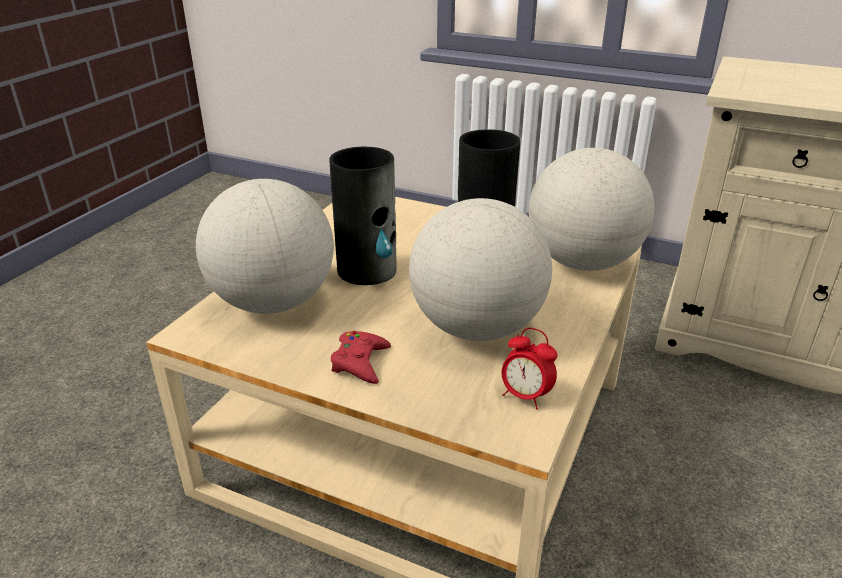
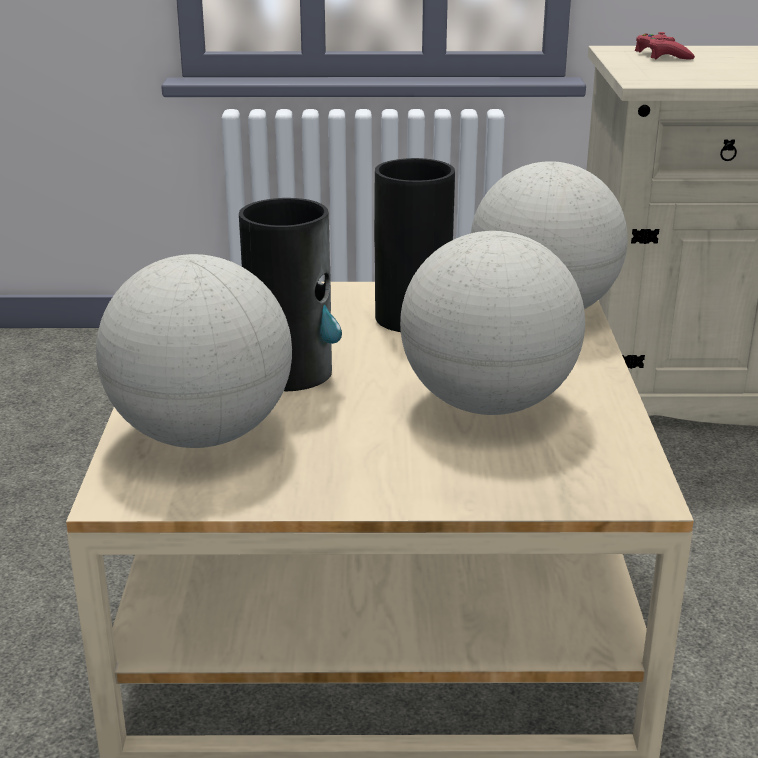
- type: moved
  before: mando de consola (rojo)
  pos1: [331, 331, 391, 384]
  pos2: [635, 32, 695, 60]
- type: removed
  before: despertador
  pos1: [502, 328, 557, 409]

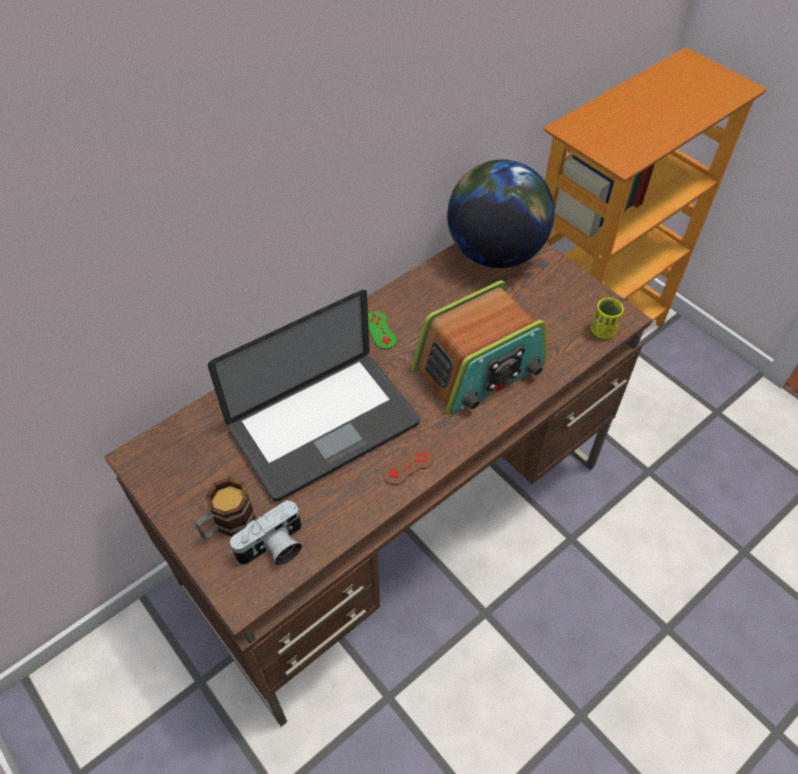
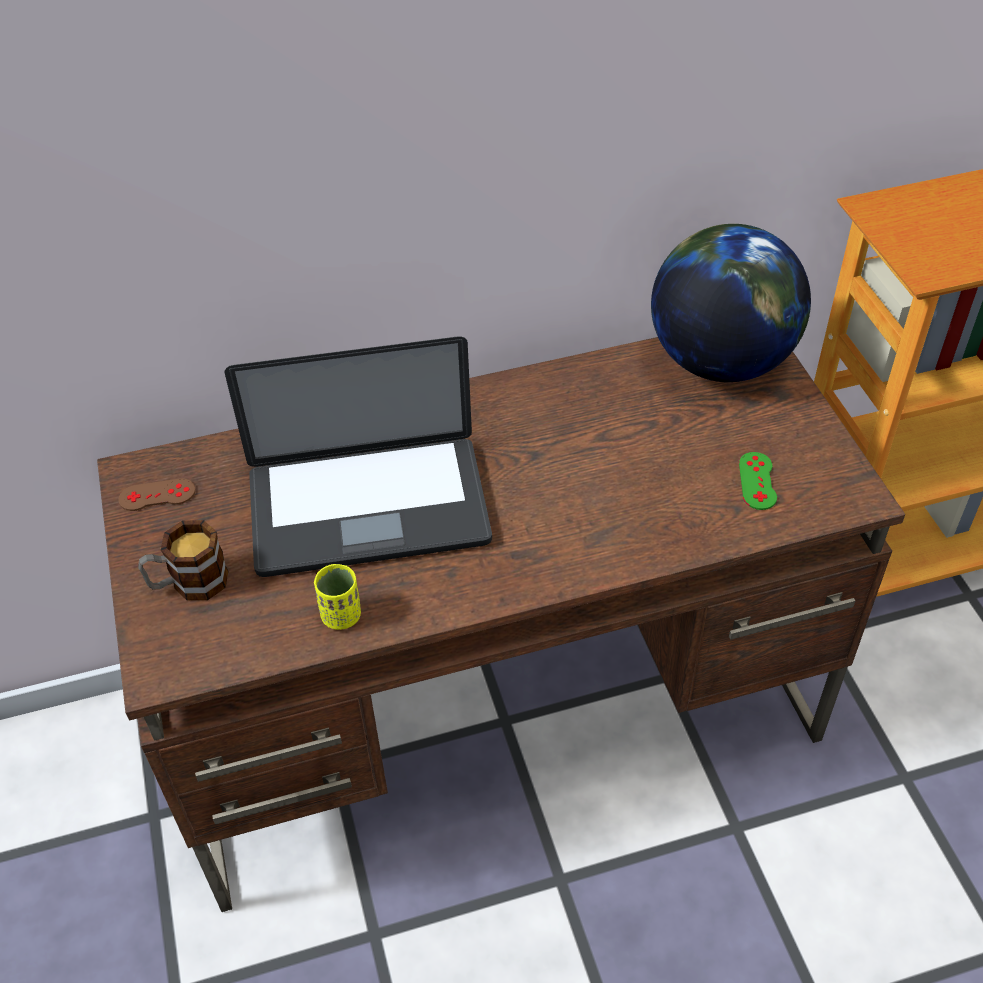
- type: removed
  before: cámara
  pos1: [230, 500, 302, 566]
- type: moved
  before: mando de consola (verde)
  pos1: [368, 311, 397, 349]
  pos2: [739, 452, 777, 510]
- type: moved
  before: mando de consola (marrón)
  pos1: [382, 447, 434, 485]
  pos2: [118, 478, 196, 511]
- type: removed
  before: radio
  pos1: [411, 280, 547, 415]
- type: moved
  before: taza (amarillo)
  pos1: [591, 298, 624, 339]
  pos2: [314, 564, 361, 630]

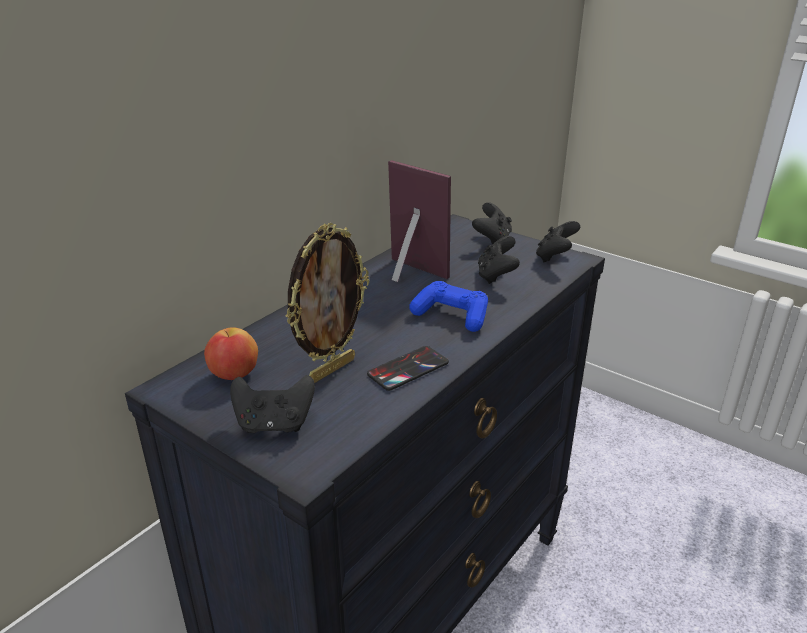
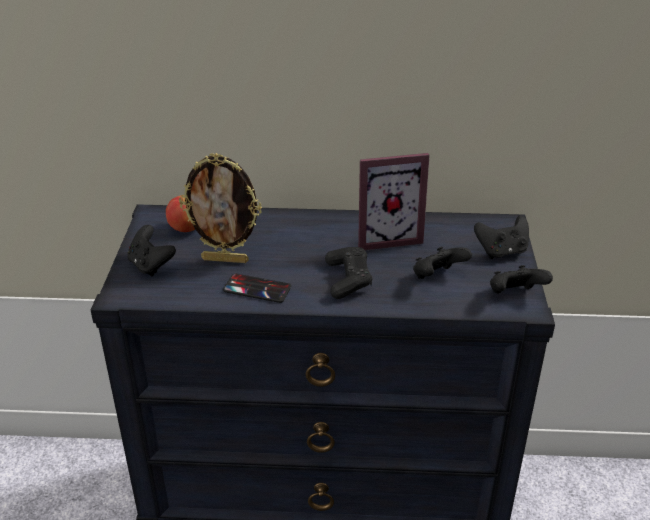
- type: turned
  before: portarretratos
  pos1: [388, 160, 451, 282]
  pos2: [358, 153, 430, 250]
  turn: 75
- type: recoloured
  before: mando de consola (azul)
  after: mando de consola (negro)
  pos1: [410, 281, 488, 332]
  pos2: [325, 247, 373, 299]

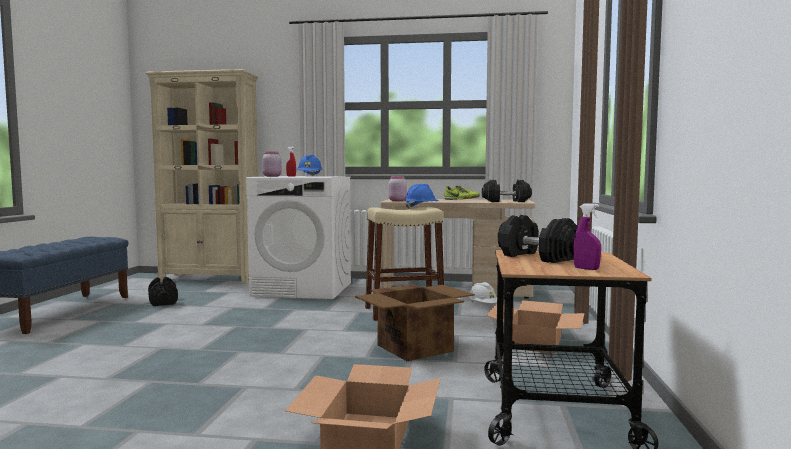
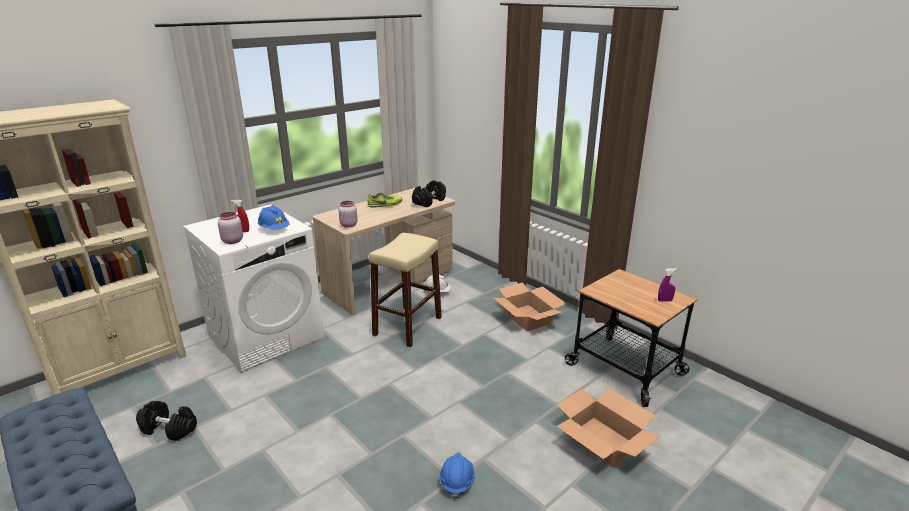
- type: removed
  before: caja de cartón
  pos1: [355, 285, 475, 361]
- type: moved
  before: casco (azul)
  pos1: [404, 184, 439, 209]
  pos2: [440, 453, 475, 499]
- type: removed
  before: mancuerna (negro)
  pos1: [498, 215, 578, 263]

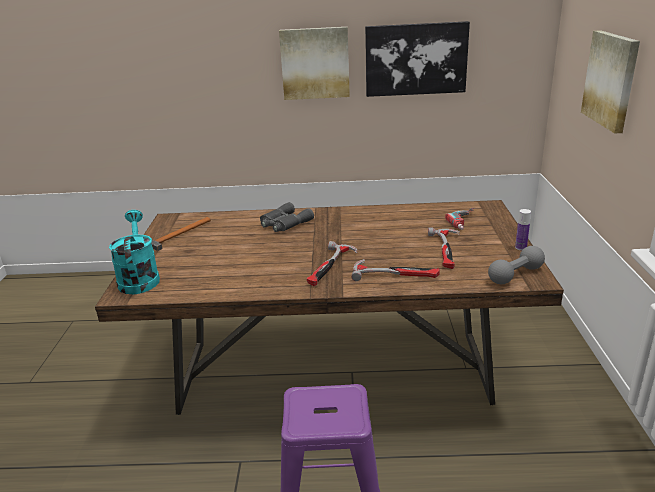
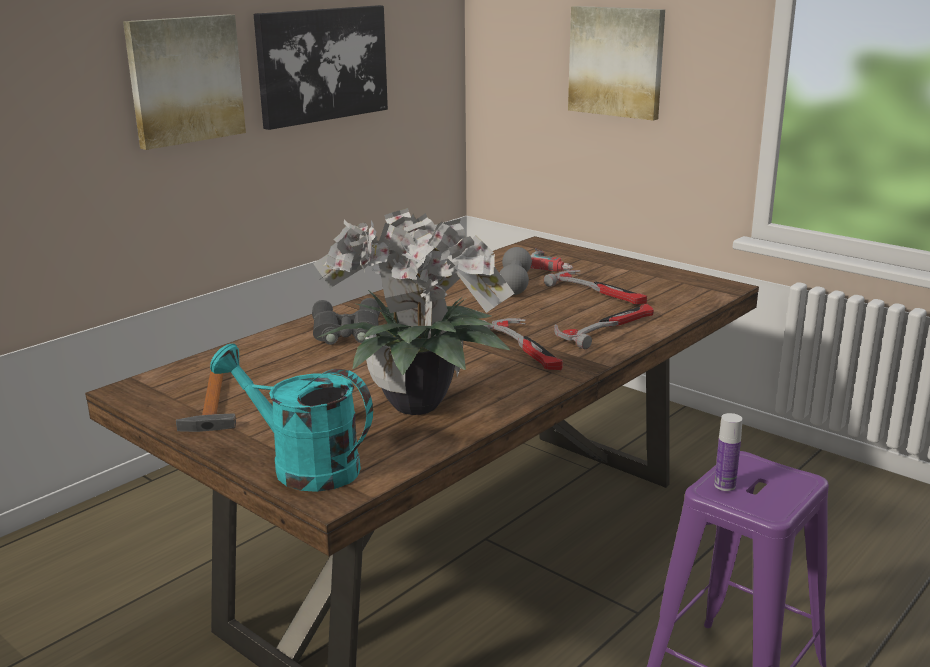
- type: moved
  before: mancuerna (gris)
  pos1: [488, 246, 545, 284]
  pos2: [499, 247, 532, 295]
- type: moved
  before: botella
  pos1: [515, 209, 531, 250]
  pos2: [714, 413, 743, 491]
- type: added
  after: planta en maceta
  pos2: [313, 208, 515, 415]

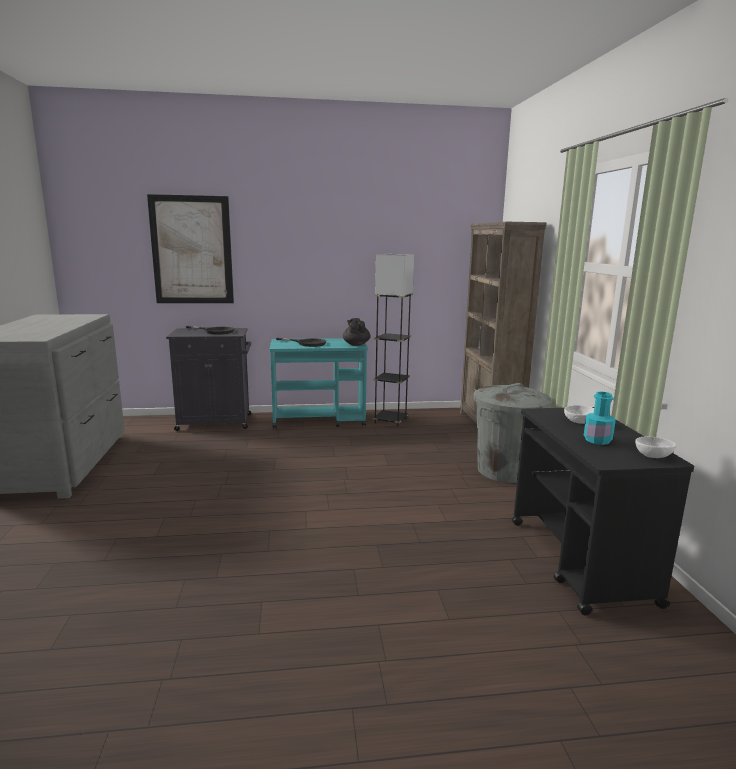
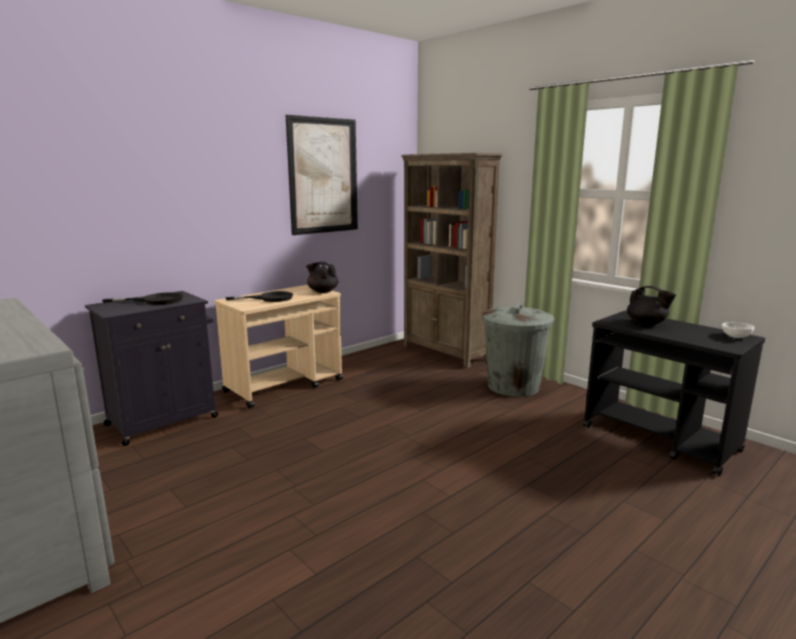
- type: moved
  before: cuadro
  pos1: [147, 194, 234, 303]
  pos2: [286, 115, 358, 235]
- type: recoloured
  before: carrito (turquesa)
  after: carrito (beis)
  pos1: [270, 338, 368, 429]
  pos2: [214, 285, 343, 408]
- type: removed
  before: lámpara de pie (gris)
  pos1: [373, 254, 414, 427]
- type: replaced
  before: cuenco (blanco)
  after: tetera (negro)
  pos1: [564, 405, 594, 424]
  pos2: [627, 286, 676, 325]
- type: removed
  before: botella (turquesa)
  pos1: [584, 391, 616, 445]

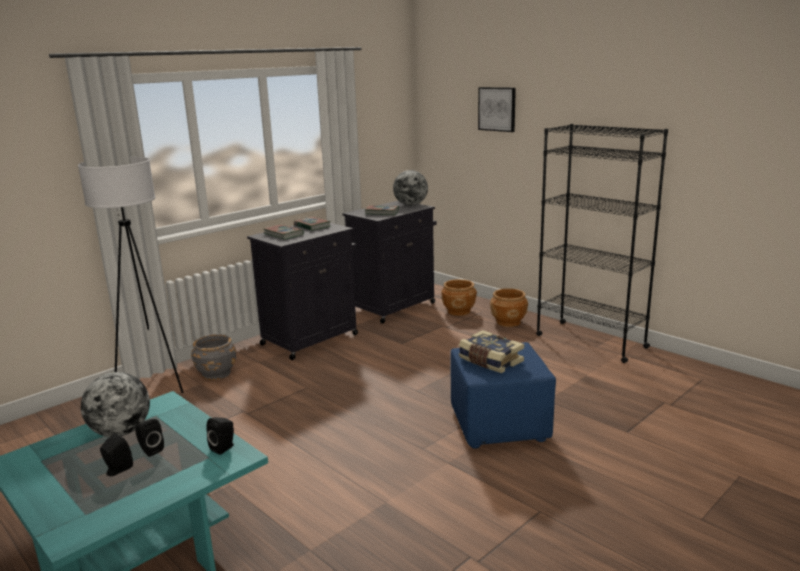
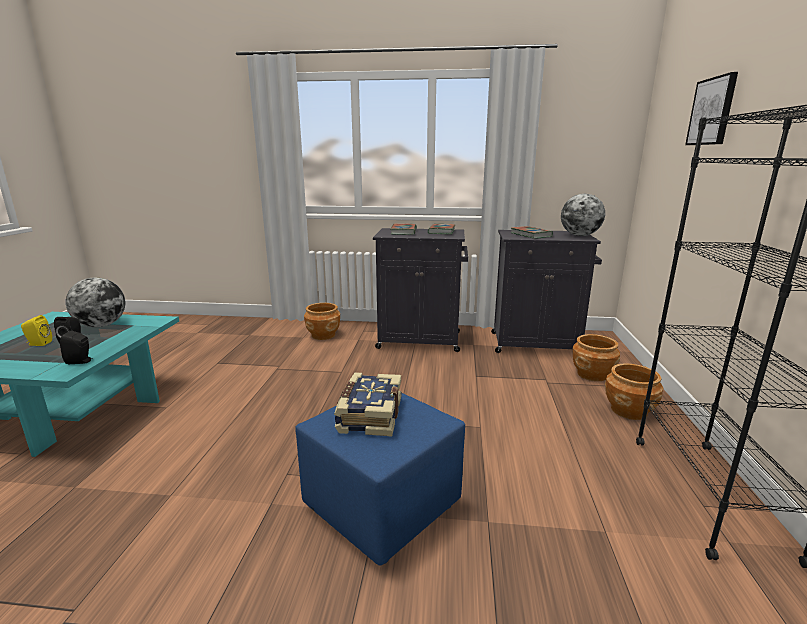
- type: removed
  before: lámpara de pie (blanco)
  pos1: [78, 157, 184, 393]
- type: recoloured
  before: altavoz (negro)
  after: altavoz (amarillo)
  pos1: [100, 433, 133, 476]
  pos2: [21, 315, 52, 346]
- type: recoloured
  before: maceta (gris)
  after: maceta (marrón)
  pos1: [191, 334, 236, 380]
  pos2: [304, 303, 340, 340]

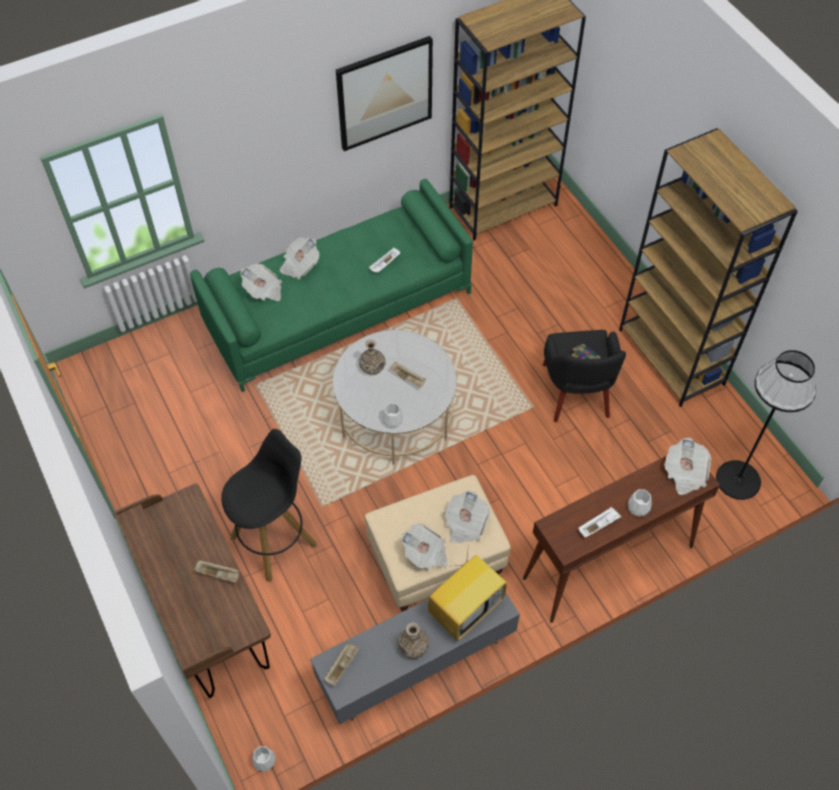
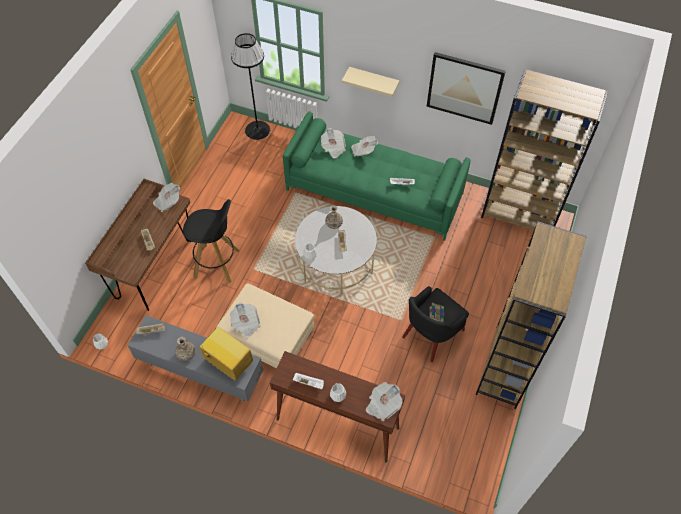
- type: turned
  before: televisor
  pos1: [428, 543, 507, 640]
  pos2: [200, 327, 253, 380]
  turn: -150
- type: moved
  before: periódico
  pos1: [444, 491, 490, 543]
  pos2: [153, 183, 180, 212]
- type: moved
  before: lámpara de pie (negro)
  pos1: [716, 350, 816, 500]
  pos2: [231, 33, 270, 140]
- type: added
  after: estante (beis)
  pos2: [342, 67, 399, 97]

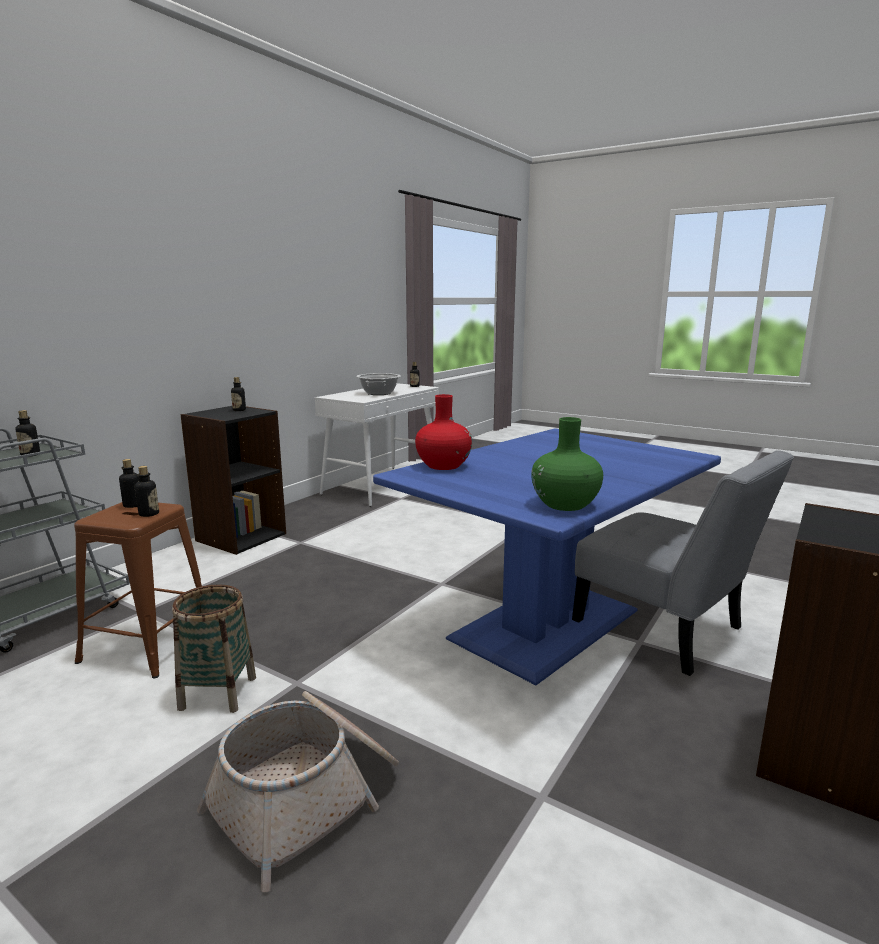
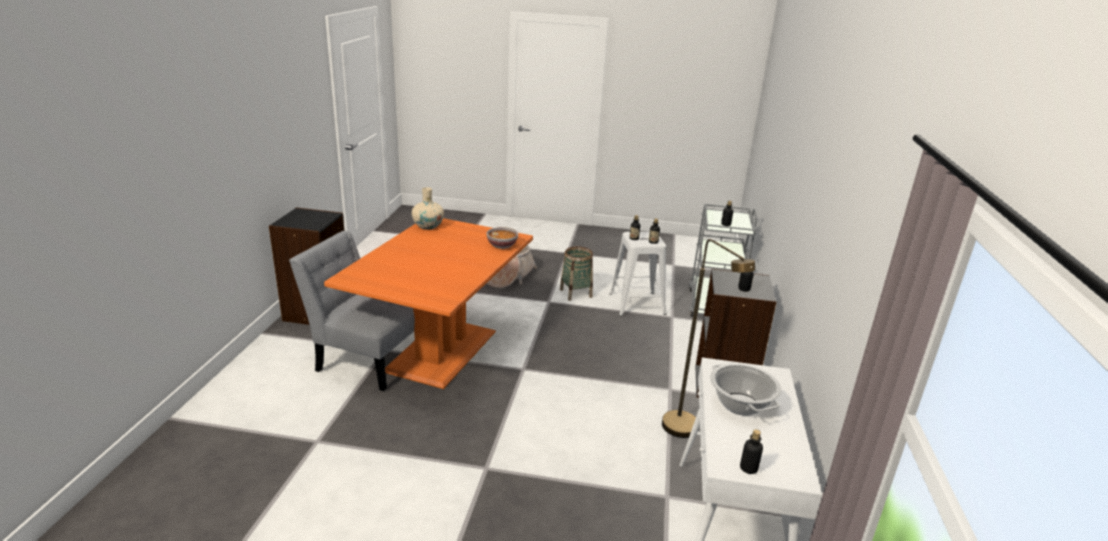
- type: recoloured
  before: taburete (marrón)
  after: taburete (blanco)
  pos1: [74, 502, 202, 678]
  pos2: [609, 232, 666, 316]
- type: recoloured
  before: mesa de comedor (azul)
  after: mesa de comedor (naranja)
  pos1: [373, 428, 721, 685]
  pos2: [324, 218, 533, 389]
- type: replaced
  before: florero (rojo)
  after: cuenco
  pos1: [415, 394, 472, 470]
  pos2: [486, 227, 518, 249]
- type: recoloured
  before: florero (verde)
  after: florero (beis)
  pos1: [531, 417, 603, 511]
  pos2: [412, 187, 444, 230]
- type: added
  after: lámpara de pie (marrón)
  pos2: [662, 239, 755, 438]

